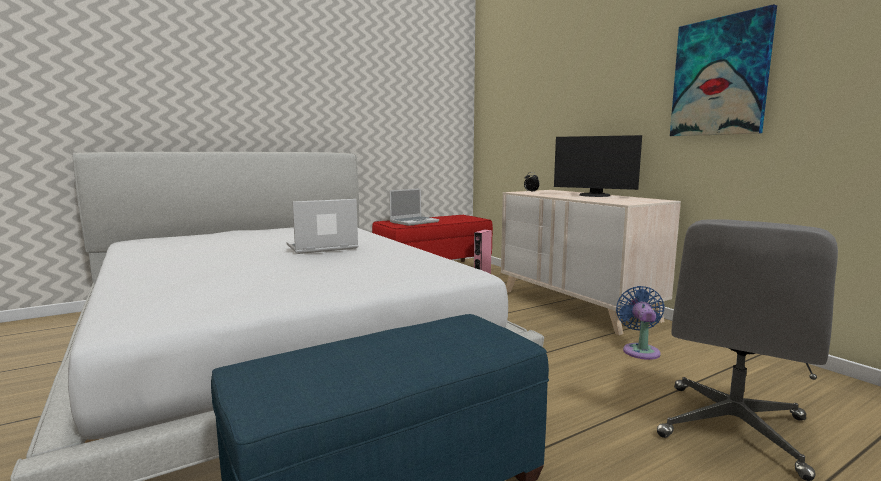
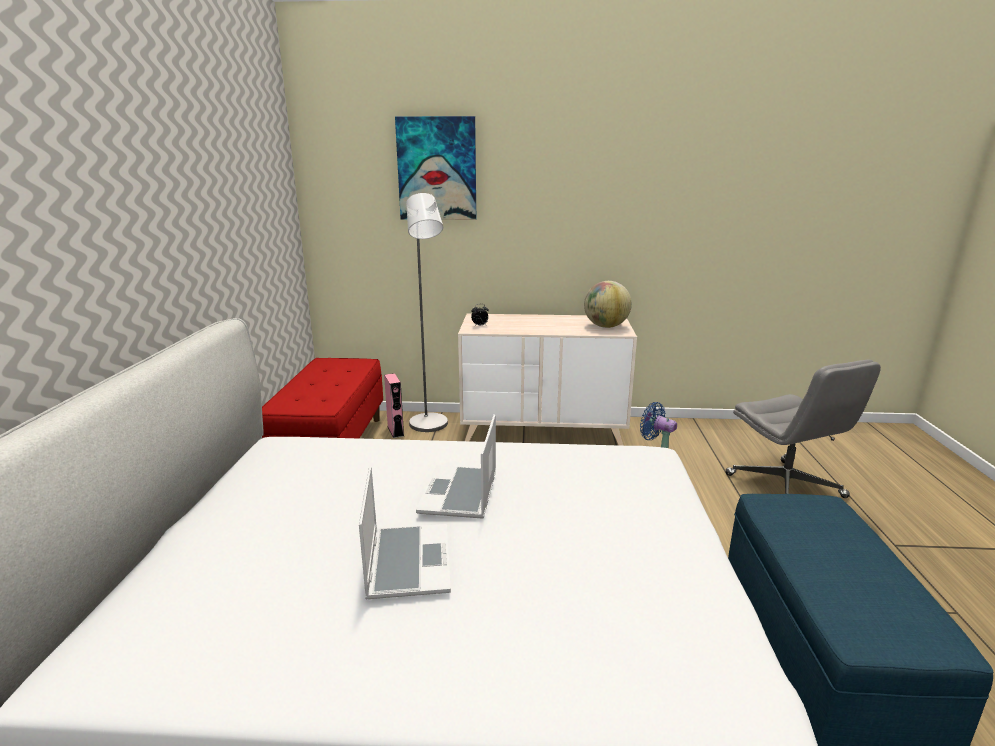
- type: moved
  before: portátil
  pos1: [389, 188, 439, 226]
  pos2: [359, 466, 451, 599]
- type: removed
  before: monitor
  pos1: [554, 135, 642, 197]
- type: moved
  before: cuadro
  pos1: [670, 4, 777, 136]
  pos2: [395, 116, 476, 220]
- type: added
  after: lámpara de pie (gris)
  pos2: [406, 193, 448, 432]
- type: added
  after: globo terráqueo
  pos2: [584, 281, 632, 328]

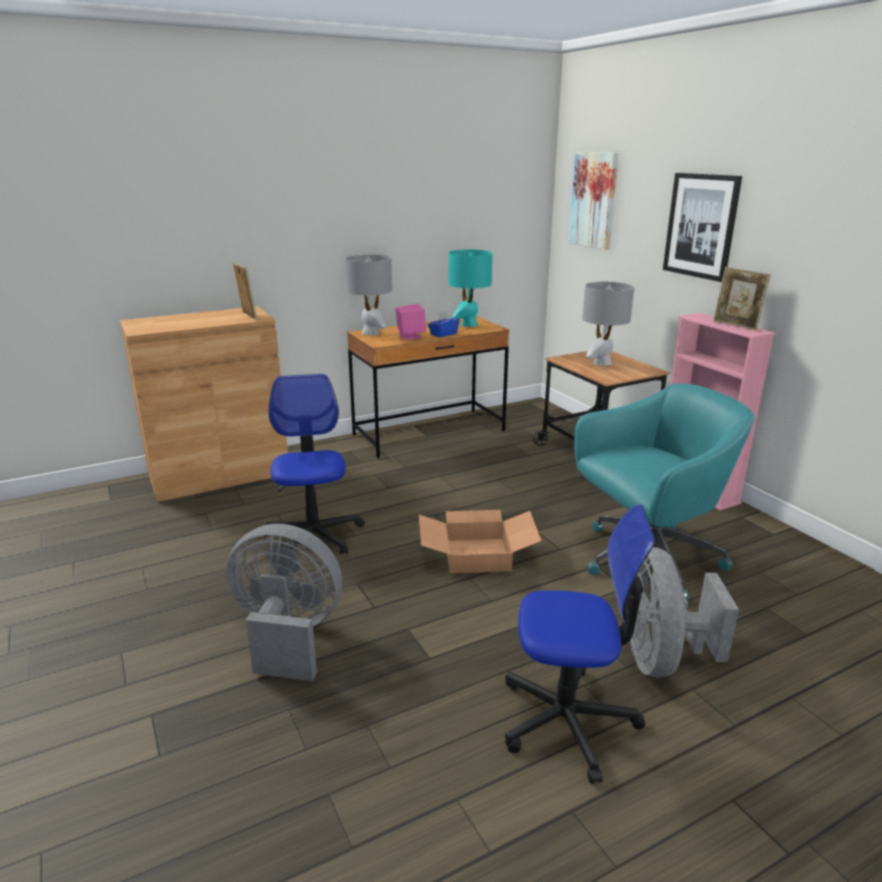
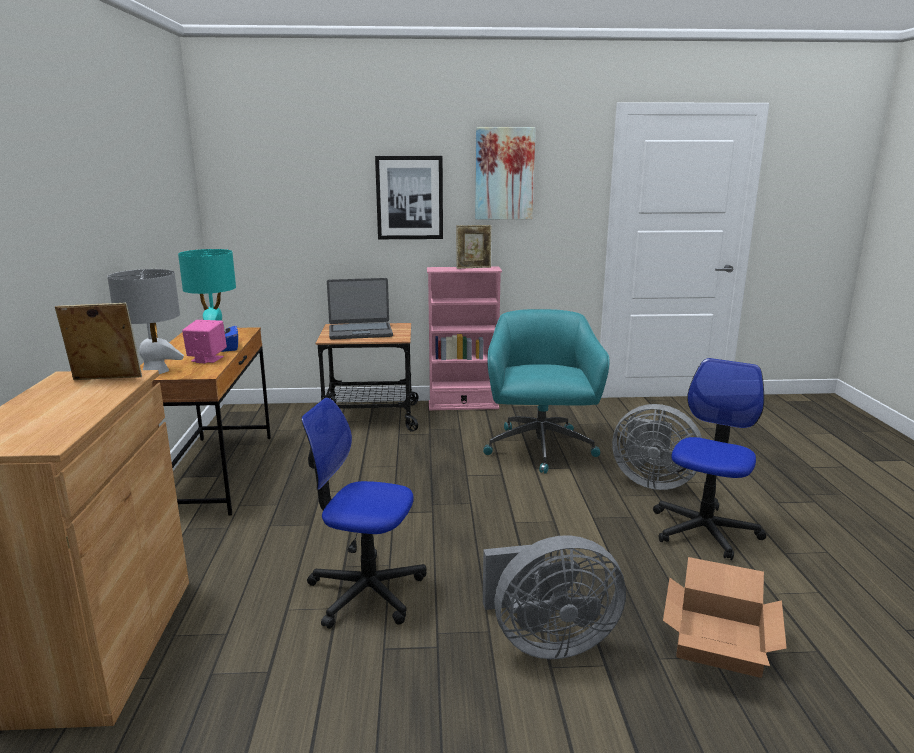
- type: turned
  before: ventilador (gris)
  pos1: [227, 524, 342, 681]
  pos2: [483, 535, 626, 659]
  turn: -135
- type: moved
  before: caja de cartón
  pos1: [419, 510, 541, 573]
  pos2: [663, 557, 787, 678]
- type: moved
  before: cuadro
  pos1: [569, 152, 619, 250]
  pos2: [475, 127, 536, 220]
- type: replaced
  before: lámpara de mesa (gris)
  after: portátil
  pos1: [582, 282, 634, 366]
  pos2: [327, 278, 393, 340]

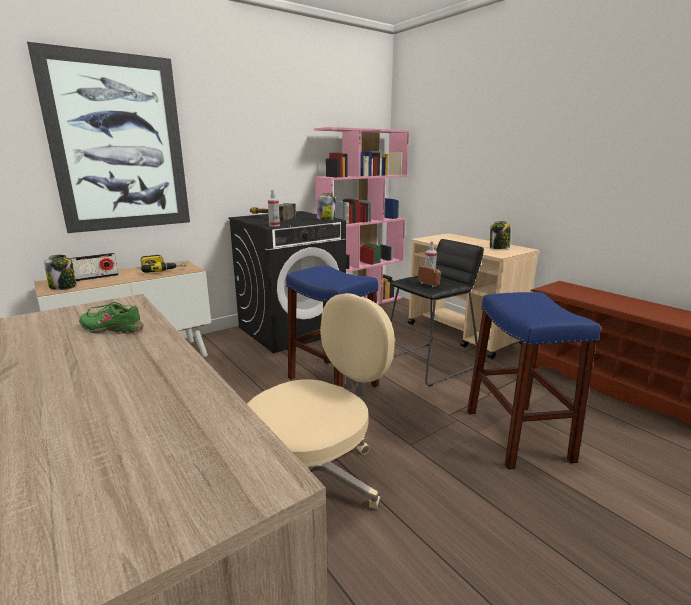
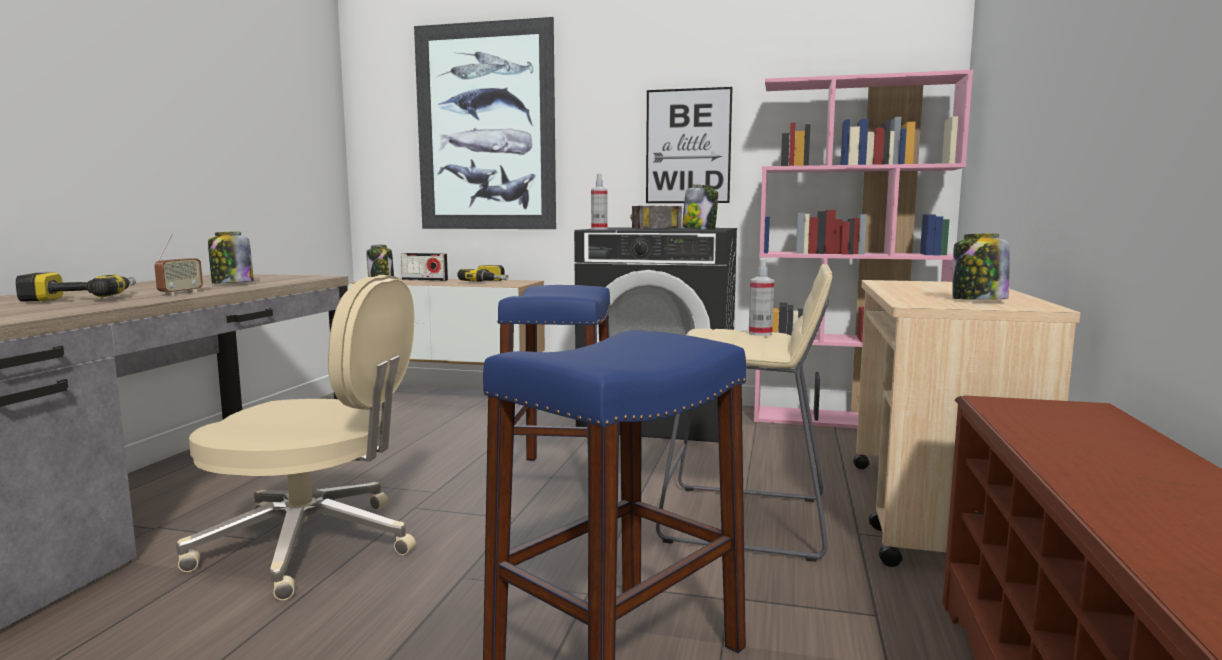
- type: replaced
  before: zapato (verde)
  after: tarro
  pos1: [79, 302, 143, 334]
  pos2: [208, 232, 254, 284]
- type: recoloured
  before: taburete (negro)
  after: taburete (beis)
  pos1: [390, 239, 484, 387]
  pos2: [656, 264, 832, 562]
- type: moved
  before: radio
  pos1: [418, 257, 441, 287]
  pos2: [154, 234, 203, 295]
- type: added
  after: taladro
  pos2: [15, 272, 136, 302]
- type: added
  after: cuadro
  pos2: [646, 87, 733, 203]

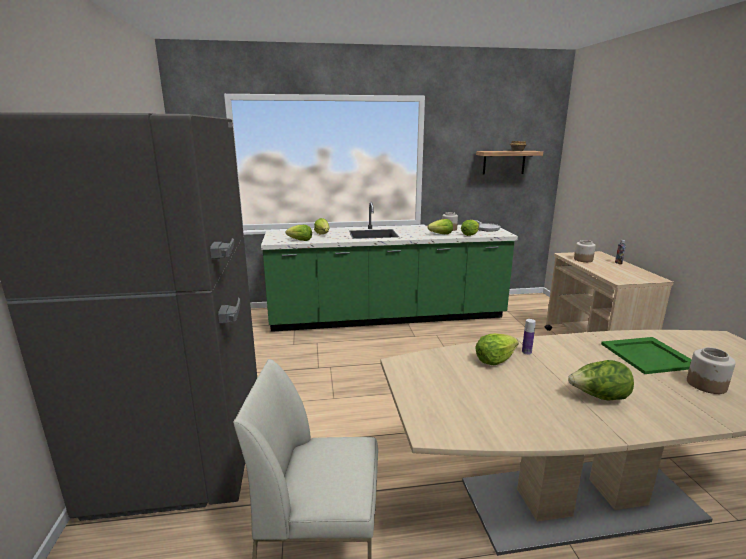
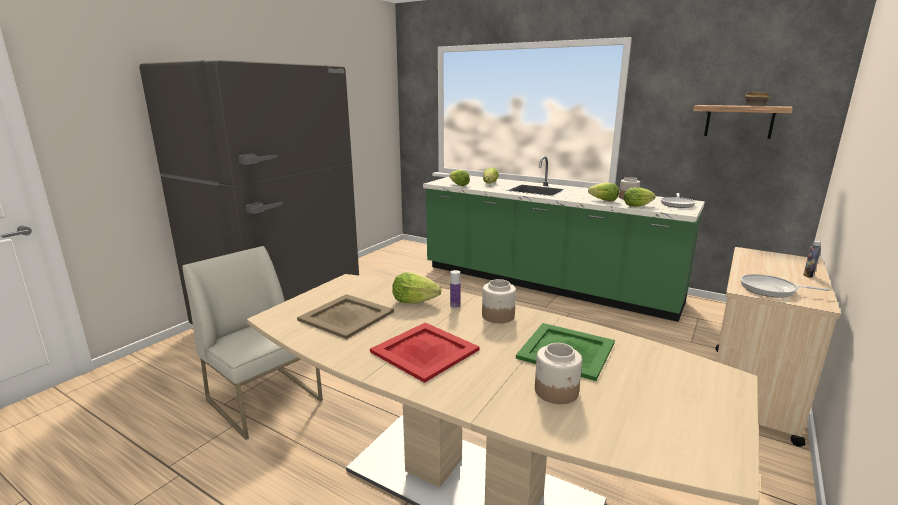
- type: replaced
  before: lechuga
  after: bandeja (rojo)
  pos1: [568, 360, 634, 400]
  pos2: [370, 322, 479, 383]
- type: moved
  before: tarro
  pos1: [574, 240, 596, 262]
  pos2: [482, 279, 516, 323]
- type: added
  after: bandeja (beis)
  pos2: [297, 294, 394, 339]
- type: added
  after: sartén
  pos2: [741, 274, 830, 298]

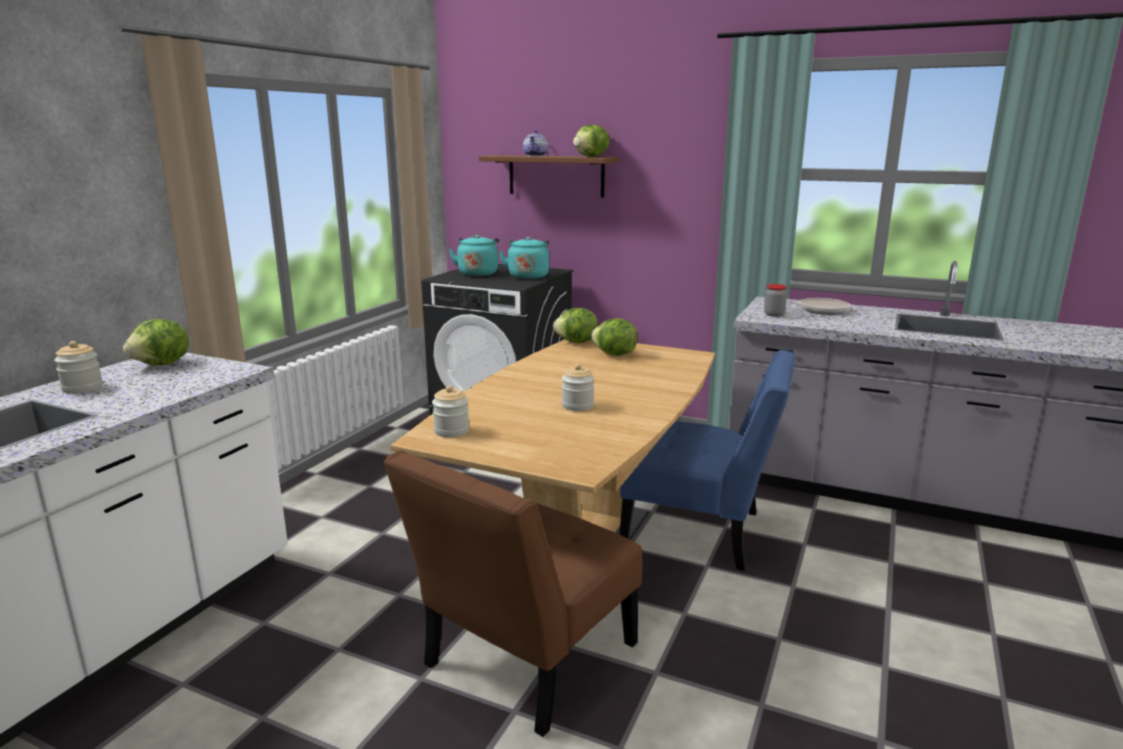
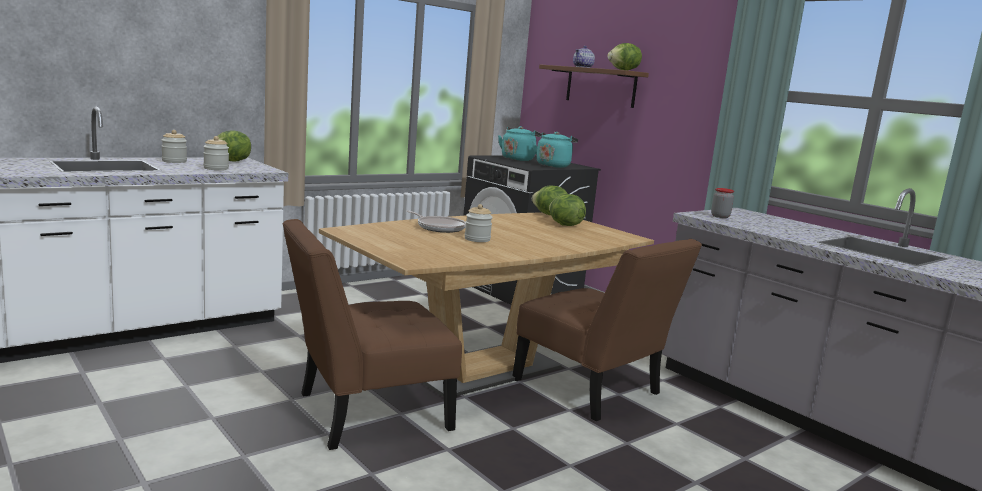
- type: moved
  before: tarro
  pos1: [432, 386, 469, 437]
  pos2: [203, 136, 229, 170]
- type: recoloured
  before: silla (azul)
  after: silla (marrón)
  pos1: [619, 350, 795, 571]
  pos2: [512, 239, 702, 421]
- type: moved
  before: sartén
  pos1: [786, 298, 851, 315]
  pos2: [406, 211, 466, 233]

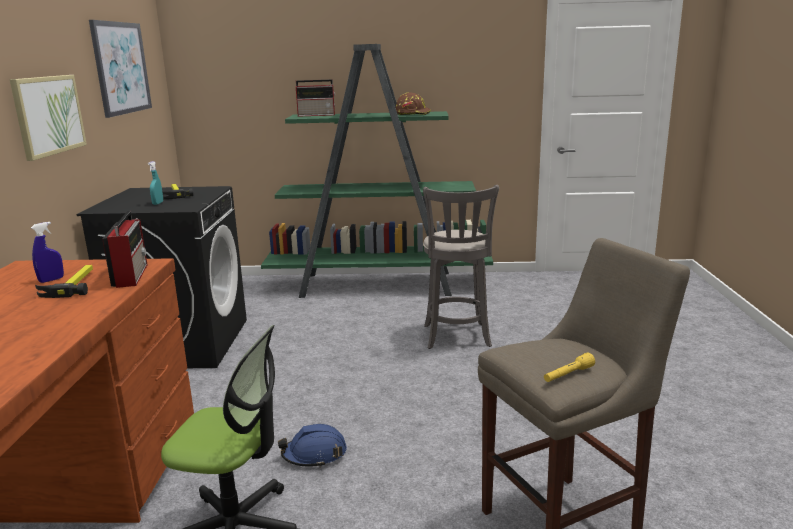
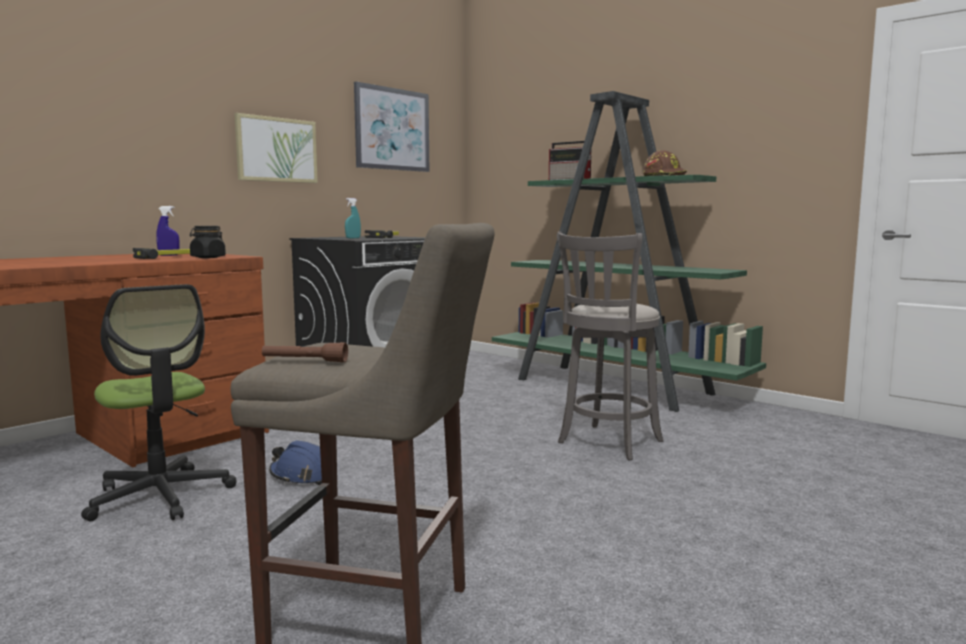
- type: replaced
  before: radio
  after: tarro (negro)
  pos1: [102, 211, 148, 288]
  pos2: [190, 226, 226, 258]
- type: recoloured
  before: linterna (amarillo)
  after: linterna (marrón)
  pos1: [544, 353, 595, 382]
  pos2: [262, 342, 348, 362]

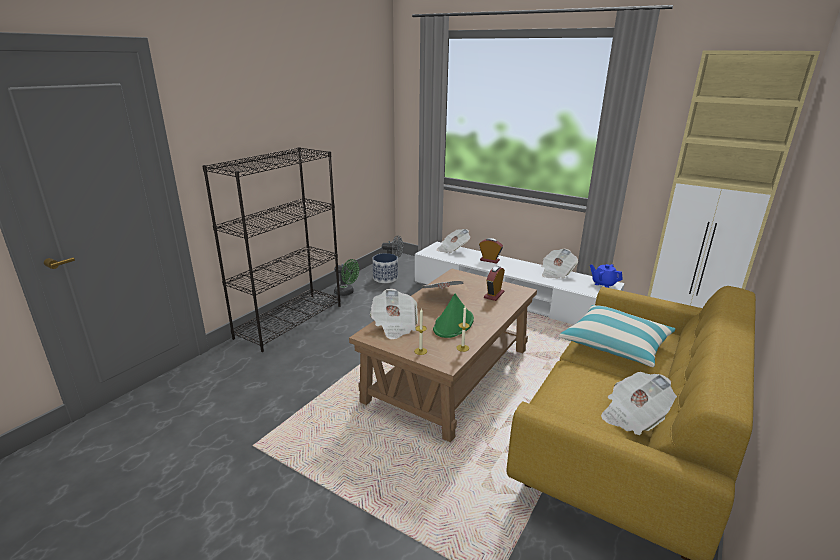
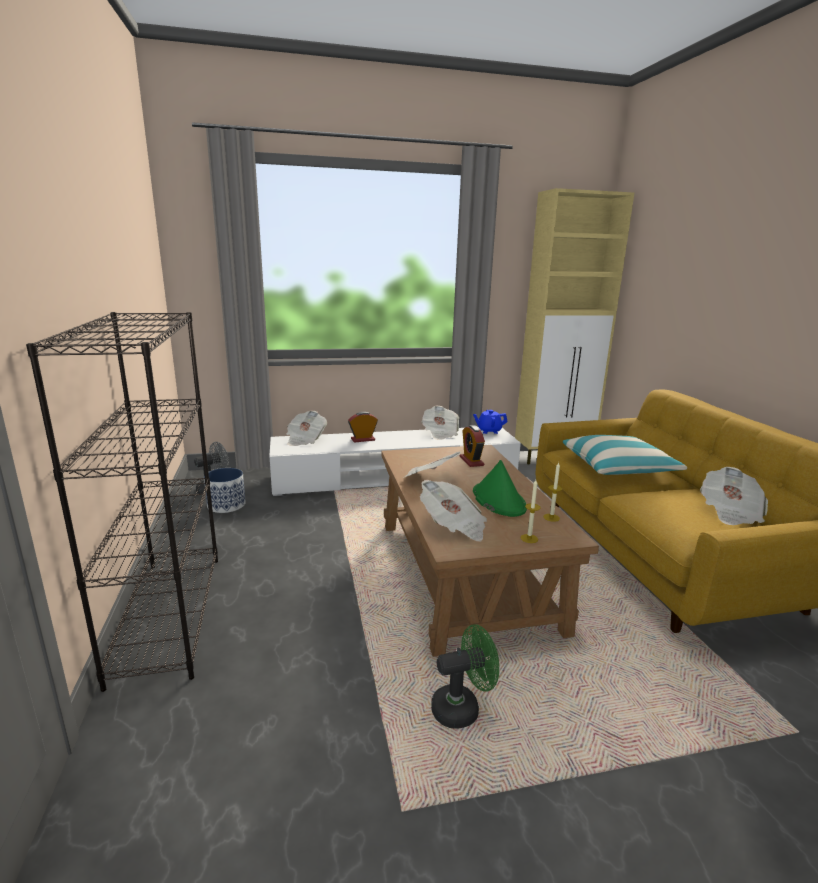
- type: moved
  before: ventilador (verde)
  pos1: [334, 259, 359, 296]
  pos2: [431, 624, 499, 729]

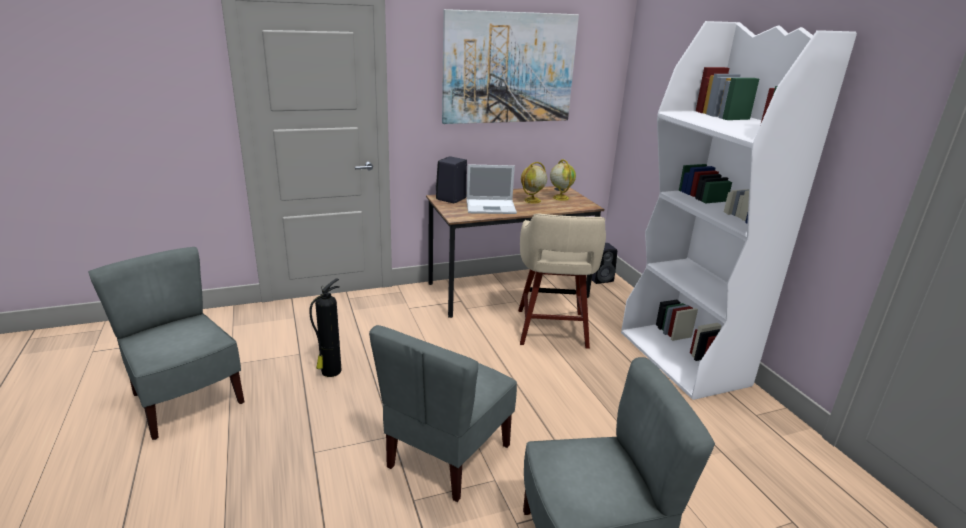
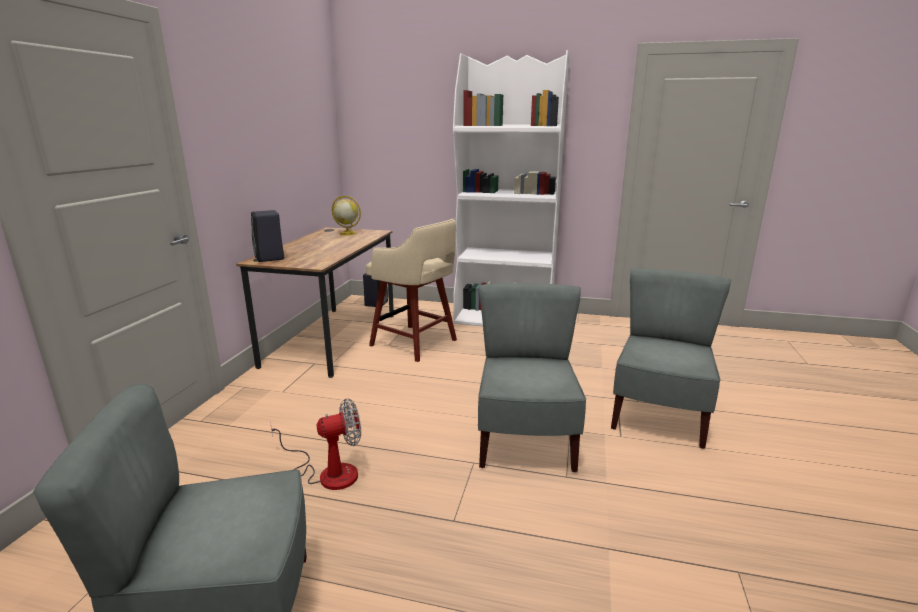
- type: replaced
  before: extintor
  after: ventilador
  pos1: [309, 278, 342, 377]
  pos2: [270, 399, 361, 490]
- type: turned
  before: silla (gris)
  pos1: [369, 325, 517, 502]
  pos2: [478, 283, 586, 472]
  turn: -150
- type: removed
  before: cuadro
  pos1: [442, 9, 579, 124]
- type: removed
  before: portátil
  pos1: [466, 164, 517, 214]
- type: removed
  before: globo terráqueo
  pos1: [521, 162, 547, 203]

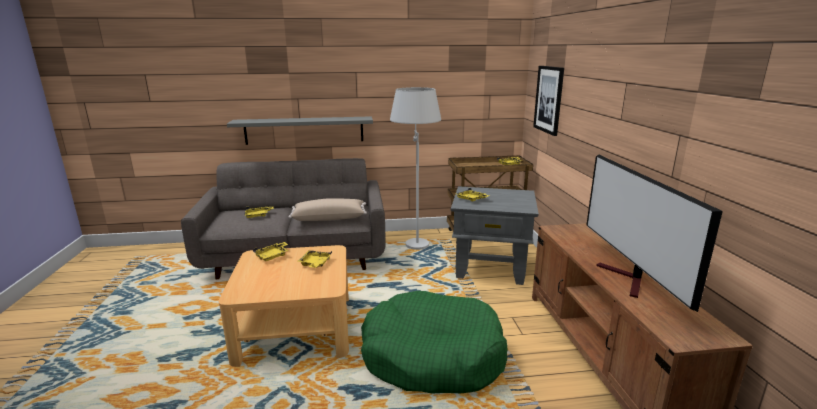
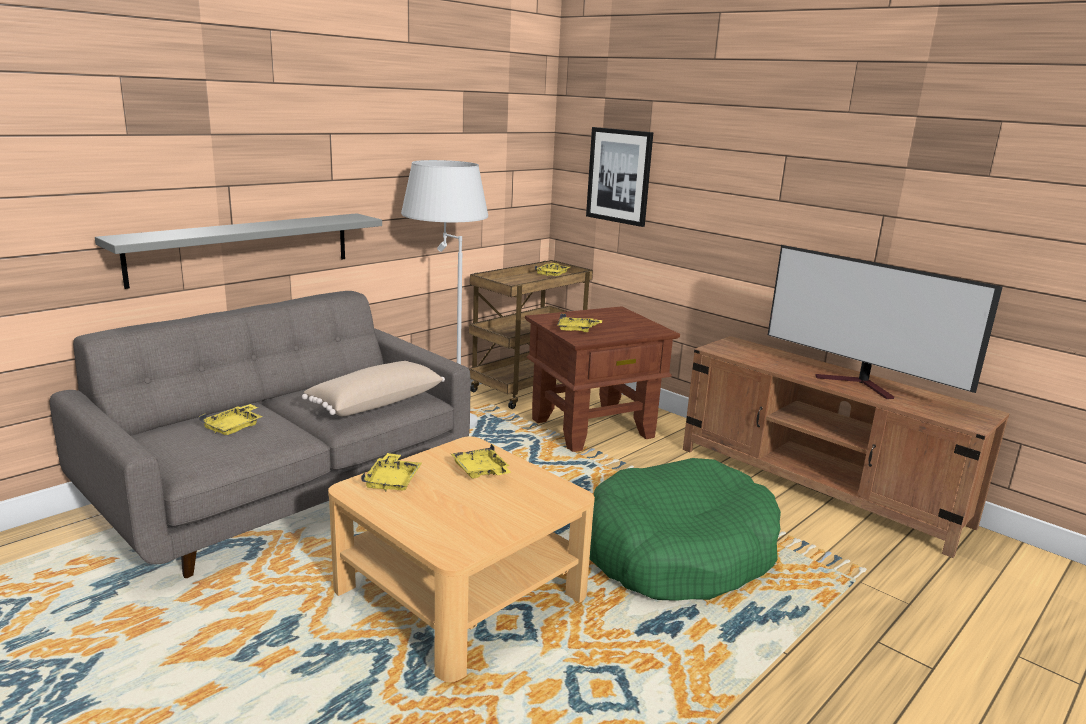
- type: recoloured
  before: mesa auxiliar (gris)
  after: mesa auxiliar (marrón)
  pos1: [451, 186, 539, 285]
  pos2: [525, 306, 680, 452]

